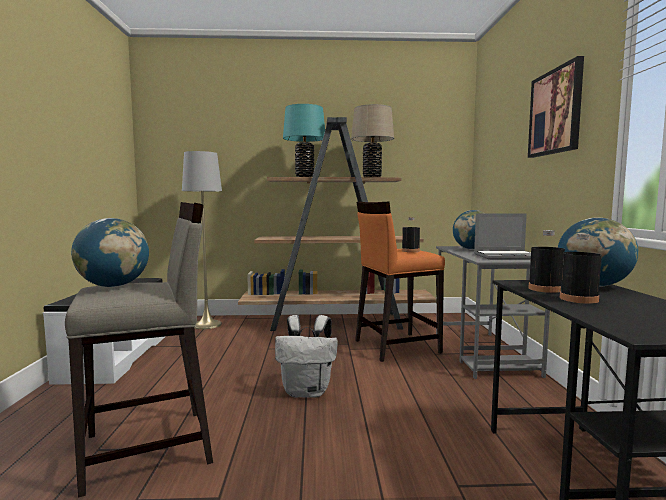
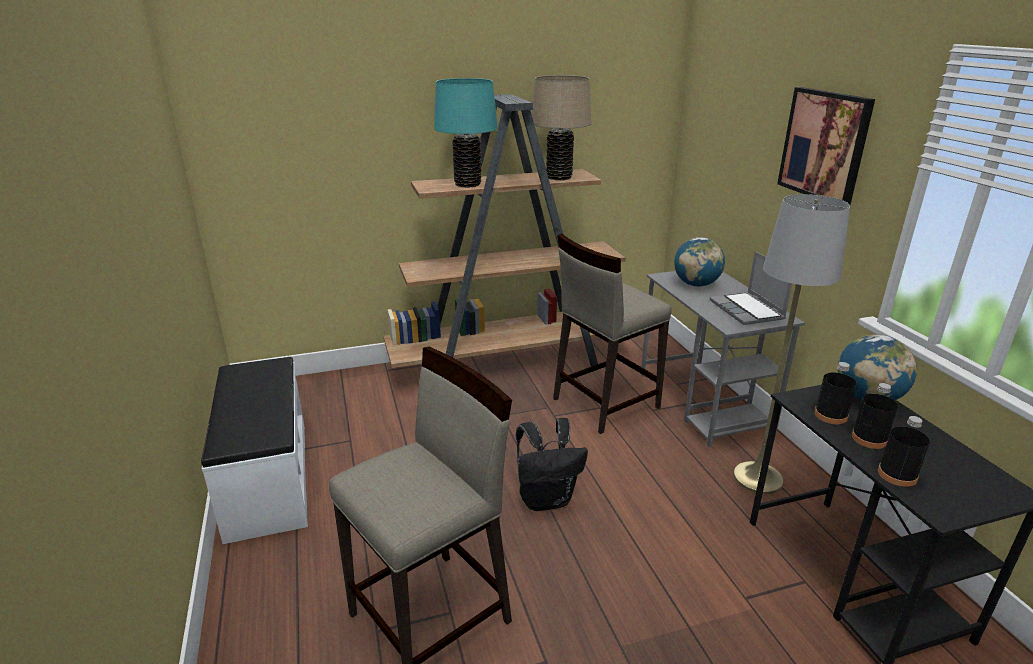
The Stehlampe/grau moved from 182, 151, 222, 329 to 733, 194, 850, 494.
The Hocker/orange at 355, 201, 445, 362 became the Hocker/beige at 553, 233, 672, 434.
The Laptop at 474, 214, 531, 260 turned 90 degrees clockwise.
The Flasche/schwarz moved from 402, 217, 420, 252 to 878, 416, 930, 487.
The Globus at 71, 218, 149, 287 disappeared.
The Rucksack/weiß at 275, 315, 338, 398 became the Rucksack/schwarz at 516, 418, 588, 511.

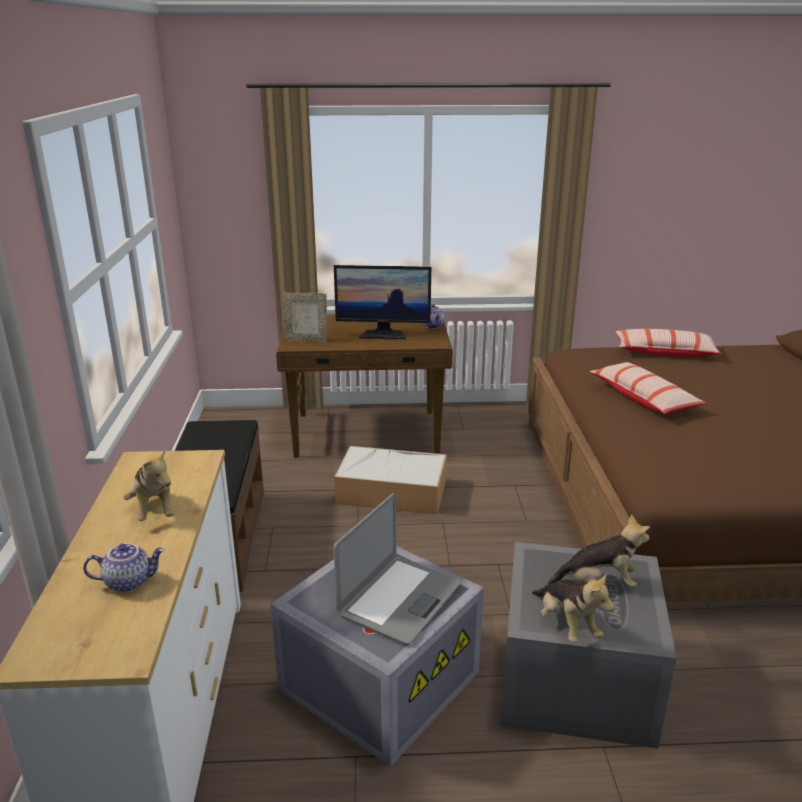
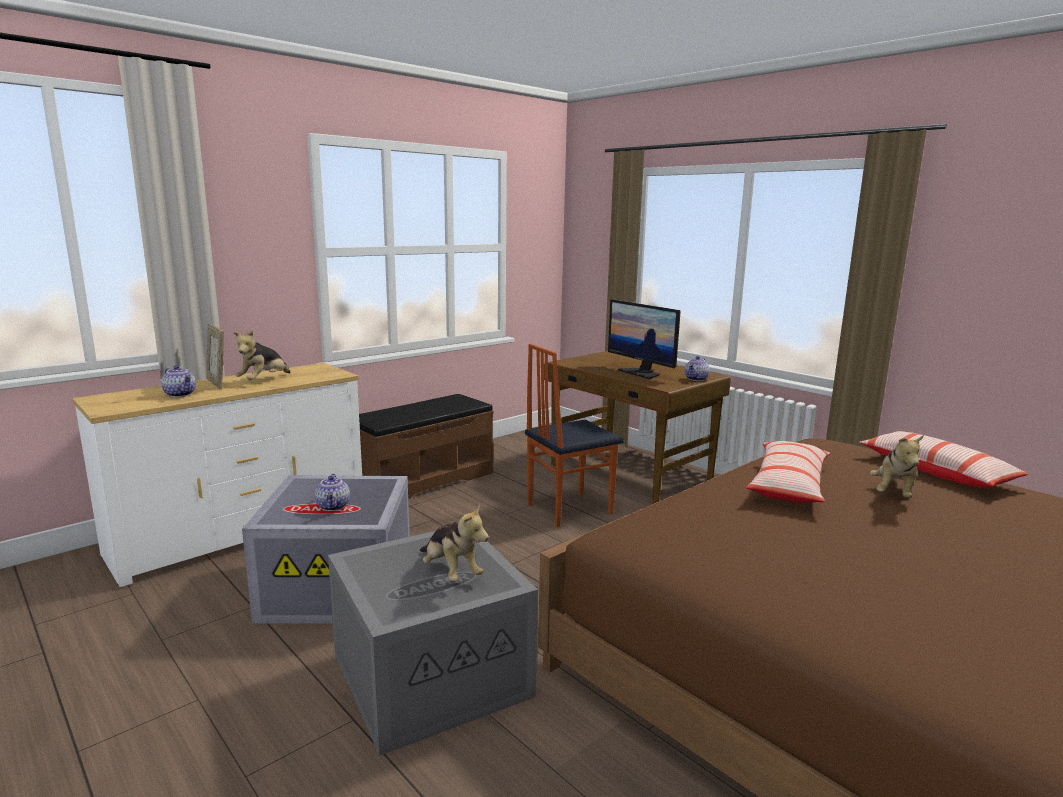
The Bilderrahmen moved from 283, 293, 327, 342 to 206, 324, 224, 389.
The Aufbewahrungsbox at 334, 446, 447, 515 was replaced by the Stuhl at 525, 344, 624, 527.
The Laptop at 333, 493, 461, 645 was replaced by the Teekanne at 315, 474, 350, 511.
The Plüschtier moved from 532, 573, 614, 643 to 870, 435, 924, 498.

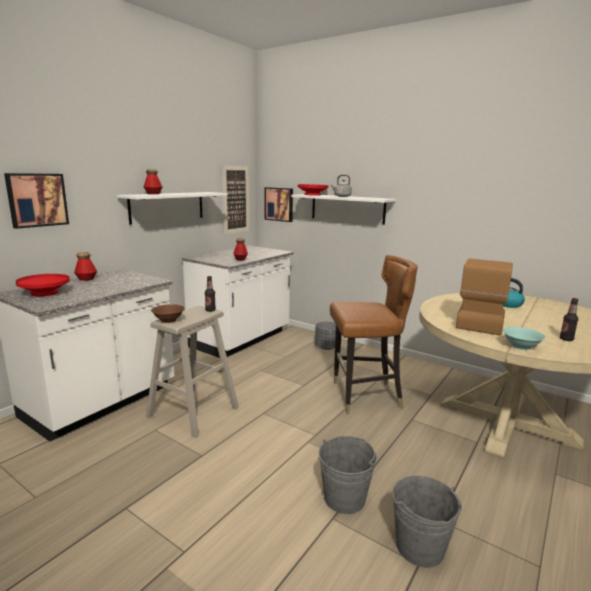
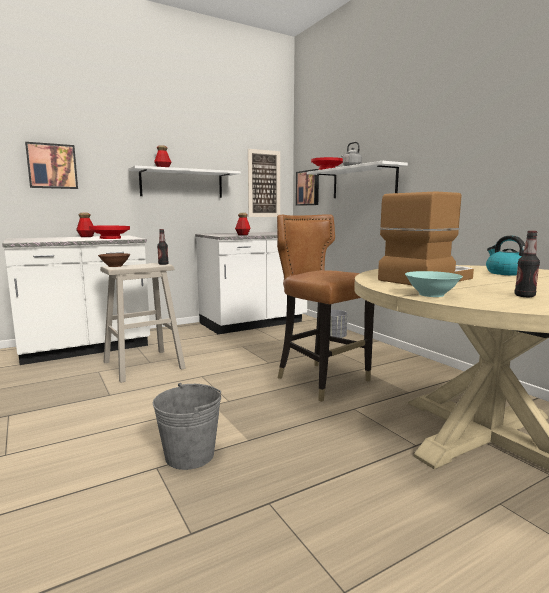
The Stuhl/braun at 330, 255, 418, 414 turned 150 degrees counterclockwise.
The Schüssel/rot moved from 16, 274, 70, 296 to 89, 226, 130, 239.
The Eimer/grau at 392, 475, 462, 568 disappeared.

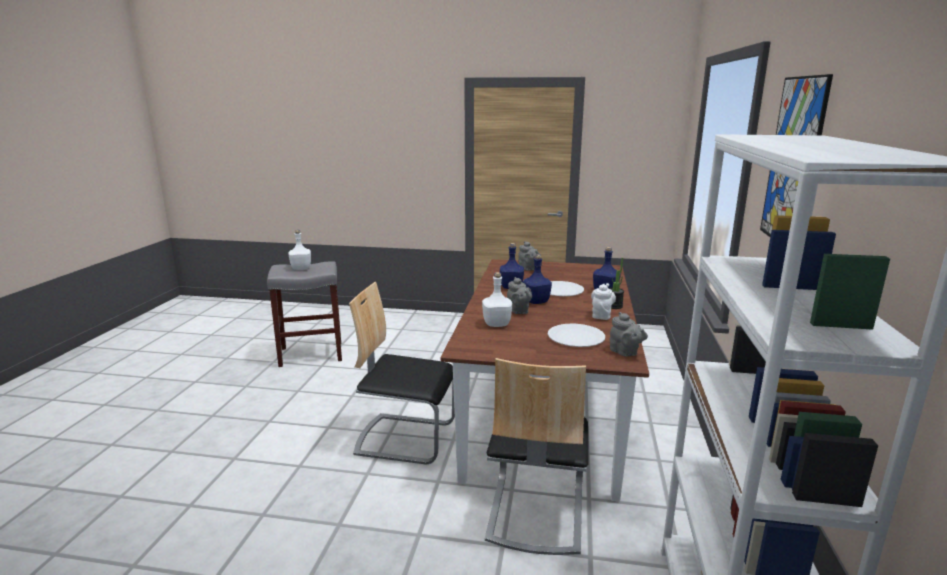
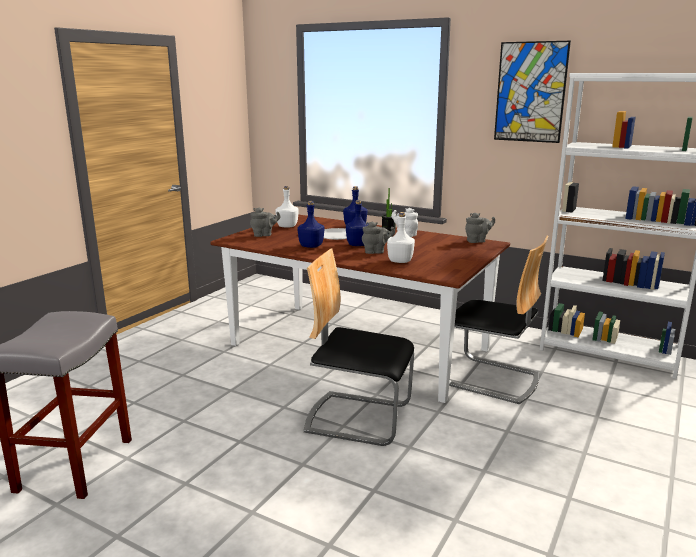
The Flasche/weiß moved from 289, 230, 311, 270 to 276, 186, 299, 227.
The Stuhl at 349, 282, 455, 464 turned 75 degrees clockwise.
The Teller/weiß at 548, 324, 605, 347 disappeared.

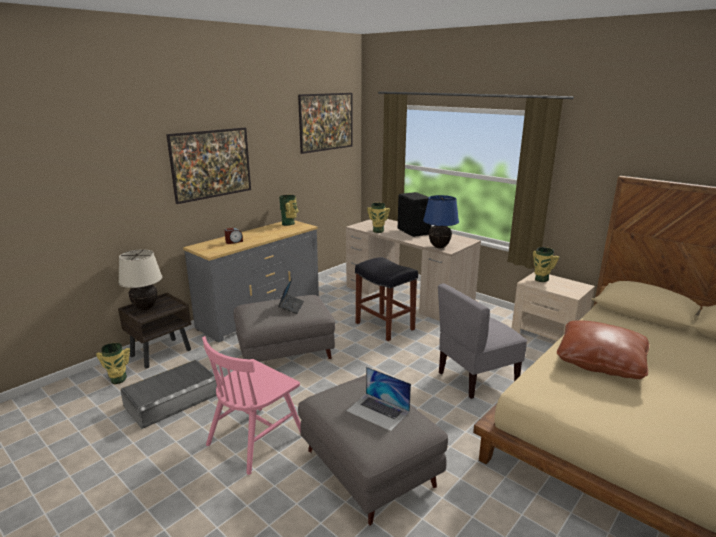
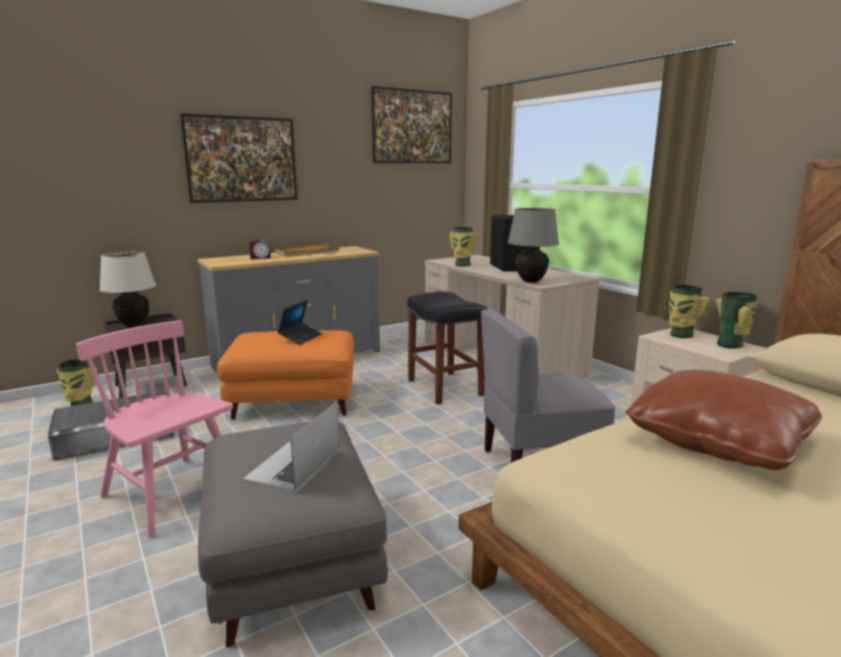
The Vase moved from 279, 195, 299, 226 to 716, 292, 757, 349.
The Tischlampe/blau at 423, 195, 459, 248 became the Tischlampe/grau at 507, 208, 559, 283.
The Polsterhocker/grau at 234, 295, 335, 362 became the Polsterhocker/orange at 217, 330, 354, 420.
The Stuhl/rosa at 202, 336, 301, 475 turned 75 degrees clockwise.
The Laptop at 347, 367, 411, 431 turned 60 degrees clockwise.
The Tablett/beige at 275, 244, 340, 257 appeared.

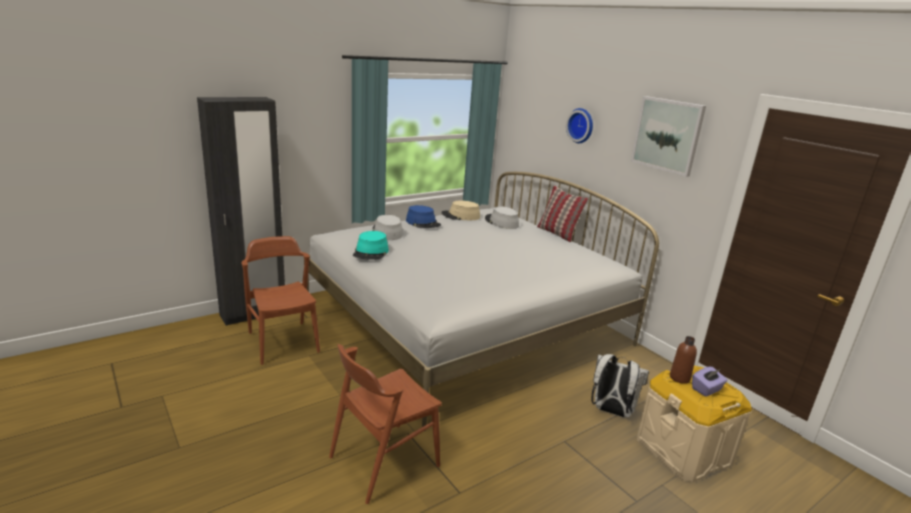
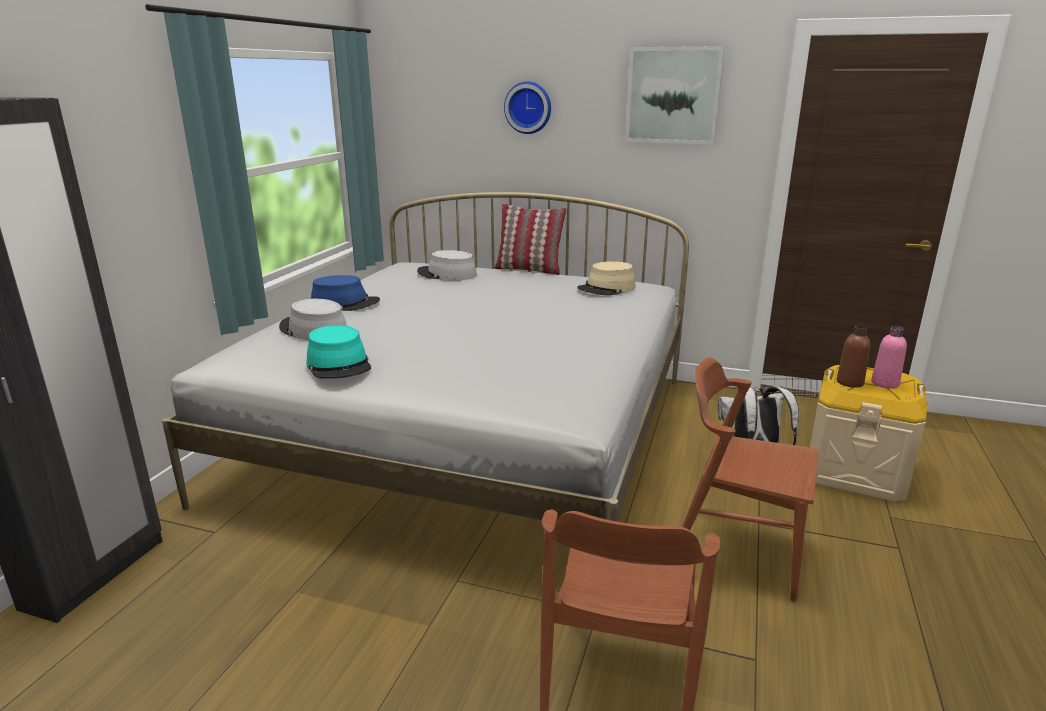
The Hut/beige moved from 441, 201, 480, 220 to 577, 261, 636, 296.
The Stuhl/braun moved from 241, 236, 320, 365 to 682, 357, 819, 602.
The Taschentuchbox/lila at 692, 367, 728, 397 was replaced by the Flasche/rosa at 871, 326, 907, 389.

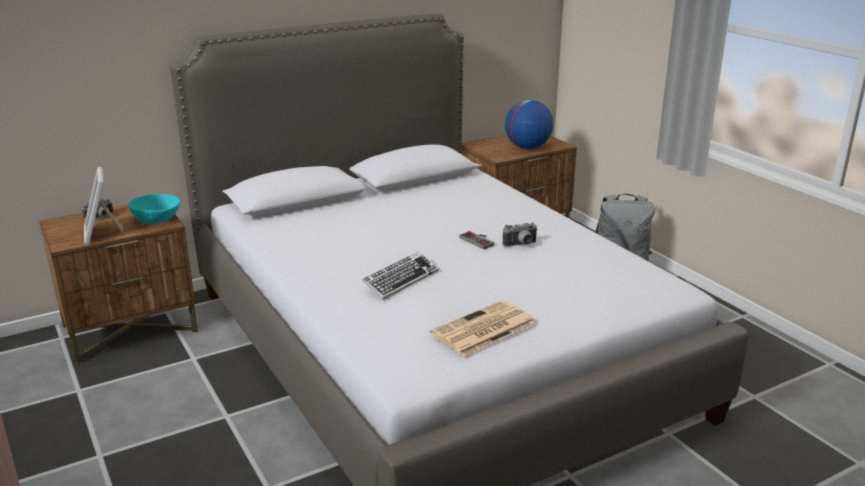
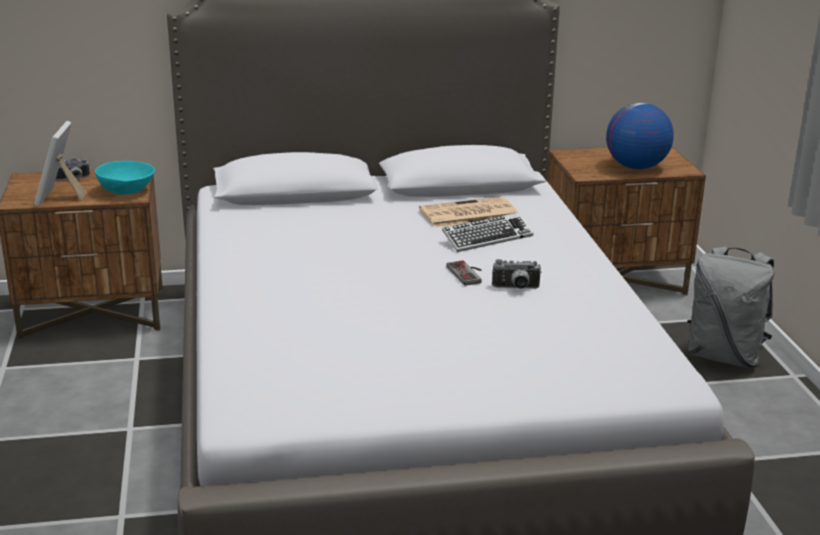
The Tastatur moved from 362, 252, 439, 300 to 442, 213, 533, 252.
The Zeitung moved from 430, 301, 535, 356 to 419, 197, 518, 228.

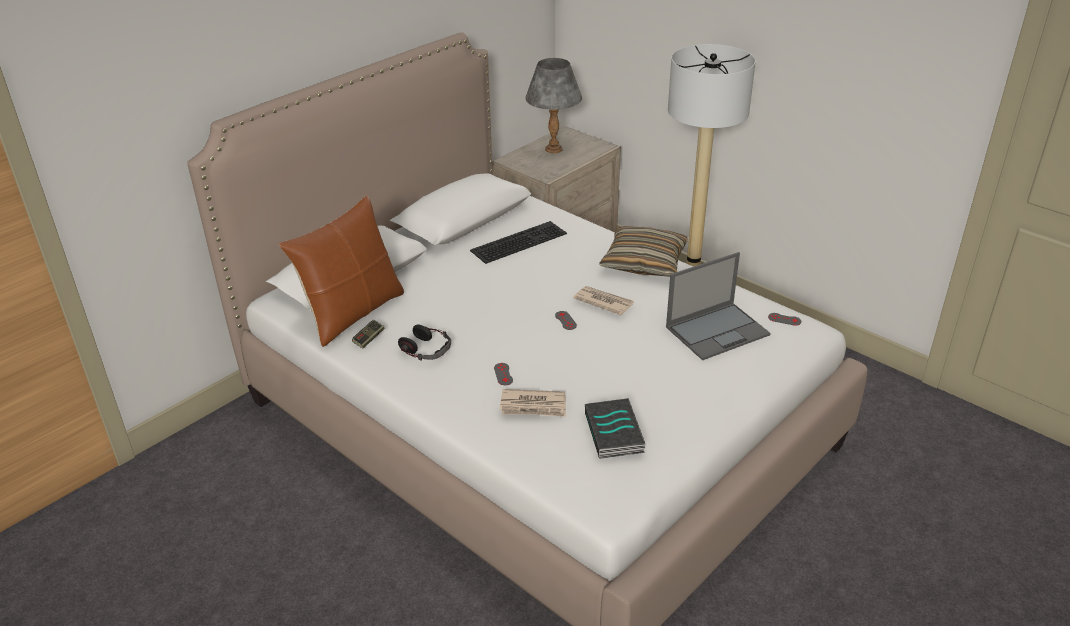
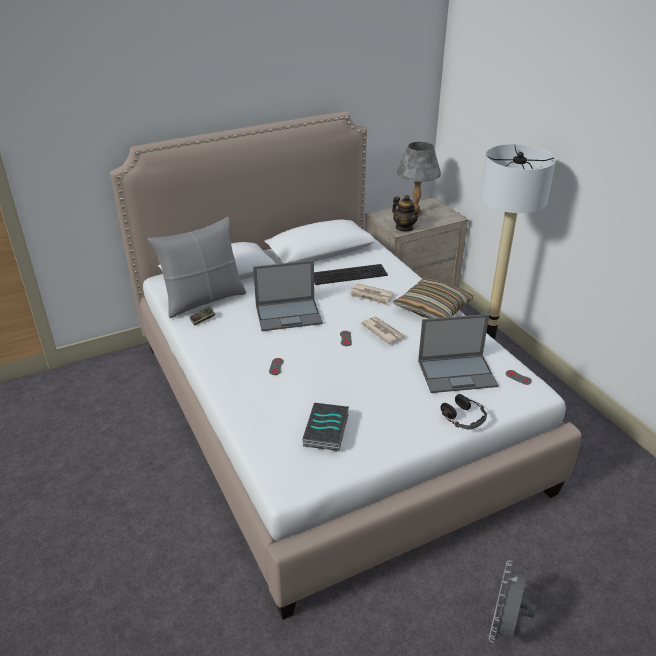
The Kissen/braun at 279, 195, 404, 347 became the Kissen/grau at 148, 217, 246, 318.
The Kopfhörer moved from 398, 325, 451, 361 to 441, 394, 487, 430.
The Zeitung moved from 500, 389, 566, 417 to 350, 283, 394, 305.
The Teekanne at 392, 195, 420, 232 appeared.
The Laptop at 253, 260, 323, 331 appeared.
The Ventilator/grau at 489, 560, 536, 643 appeared.

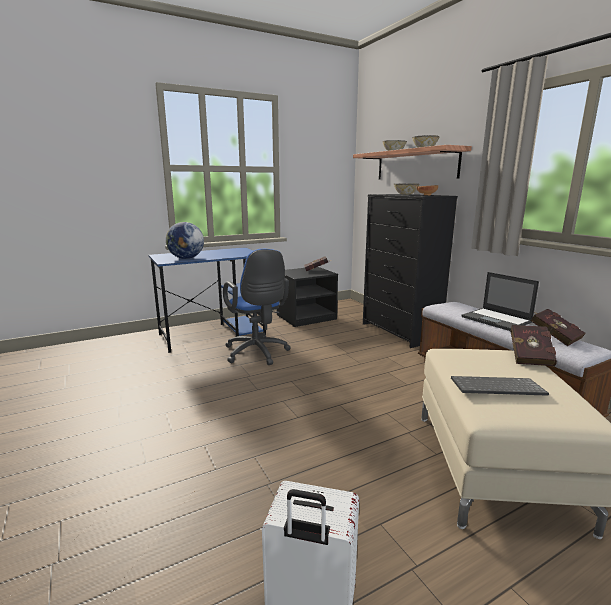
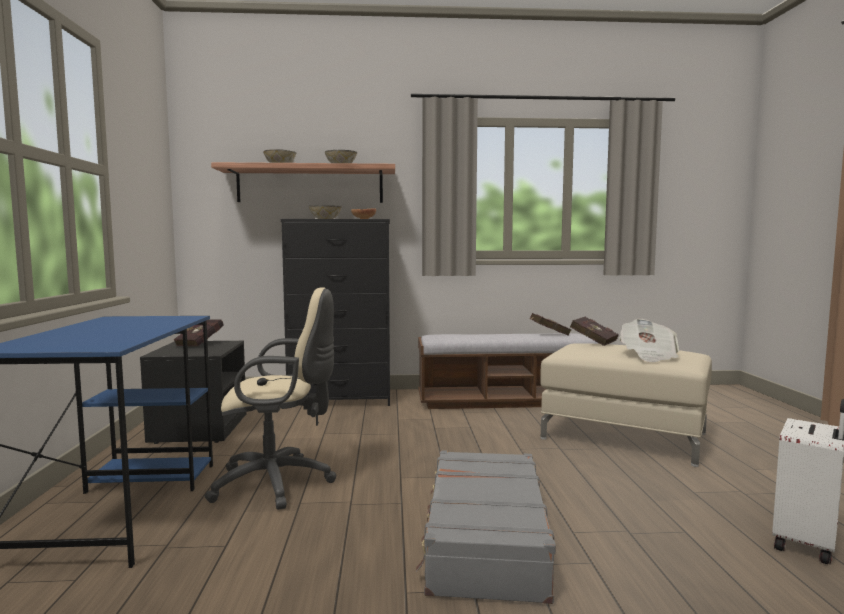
The Globus at 165, 222, 204, 259 disappeared.
The Bürostuhl/blau at 223, 249, 290, 365 became the Bürostuhl/beige at 205, 287, 336, 510.
The Laptop at 461, 272, 539, 331 disappeared.
The Tastatur at 451, 376, 549, 396 was replaced by the Zeitung at 619, 319, 679, 362.
The Koffer/grau at 416, 450, 556, 604 appeared.

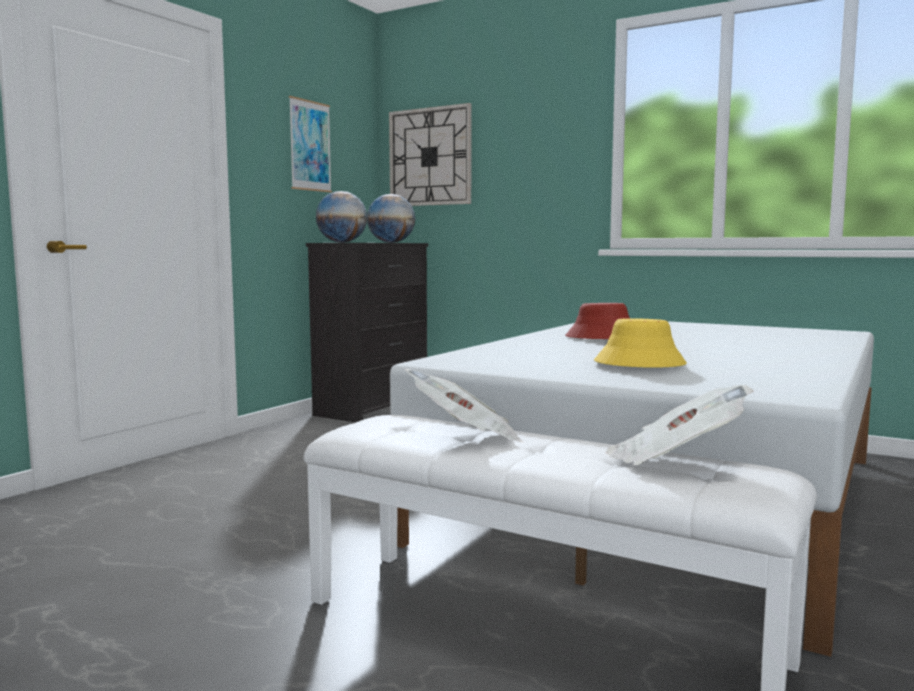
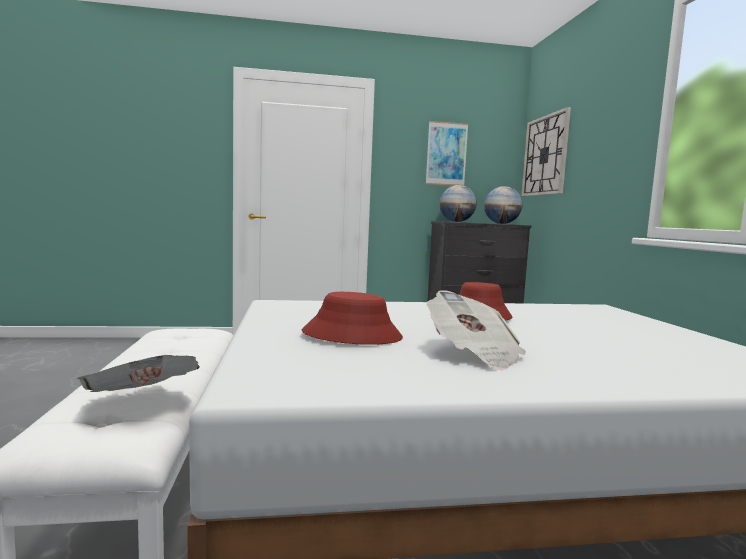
The Hut/gelb at 594, 318, 687, 368 became the Hut/rot at 302, 292, 403, 345.
The Zeitung moved from 405, 369, 523, 442 to 427, 290, 526, 370.

